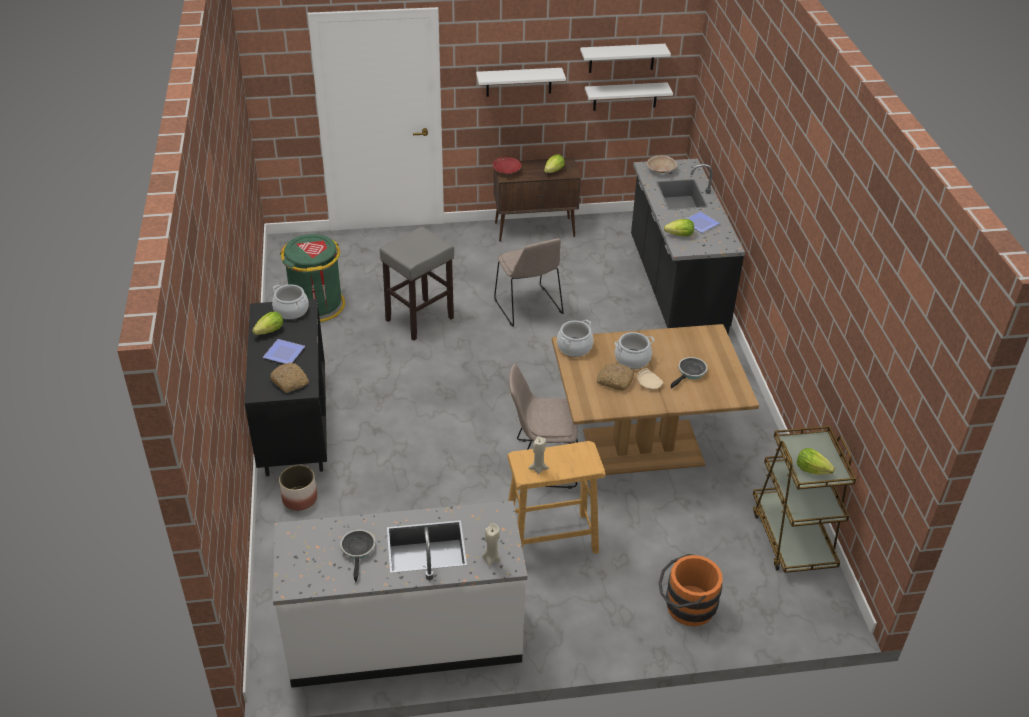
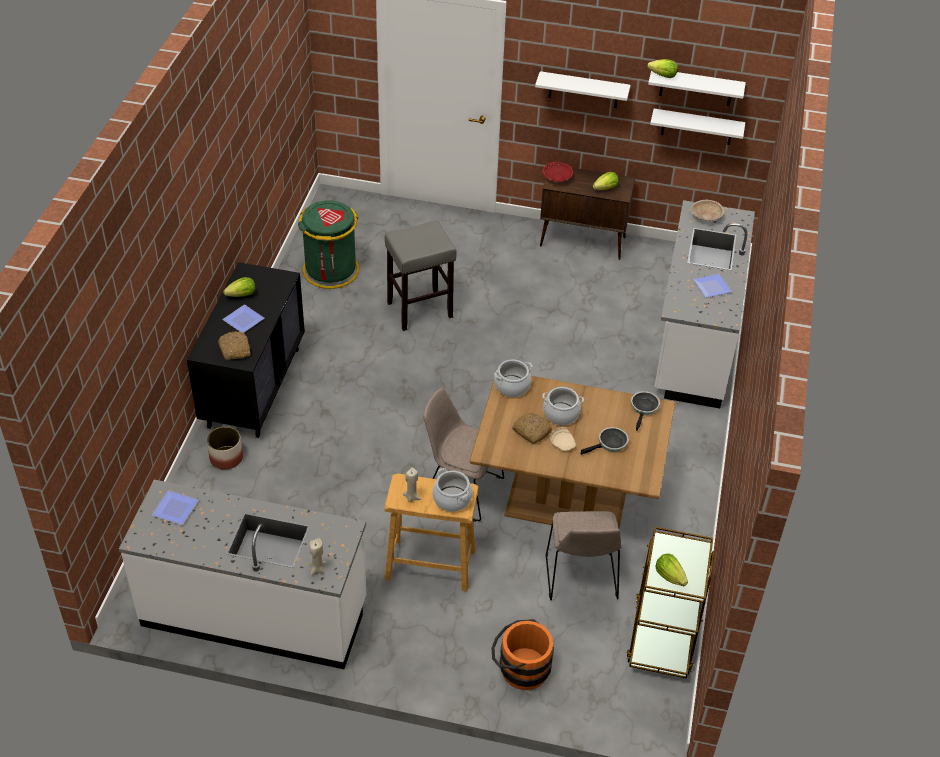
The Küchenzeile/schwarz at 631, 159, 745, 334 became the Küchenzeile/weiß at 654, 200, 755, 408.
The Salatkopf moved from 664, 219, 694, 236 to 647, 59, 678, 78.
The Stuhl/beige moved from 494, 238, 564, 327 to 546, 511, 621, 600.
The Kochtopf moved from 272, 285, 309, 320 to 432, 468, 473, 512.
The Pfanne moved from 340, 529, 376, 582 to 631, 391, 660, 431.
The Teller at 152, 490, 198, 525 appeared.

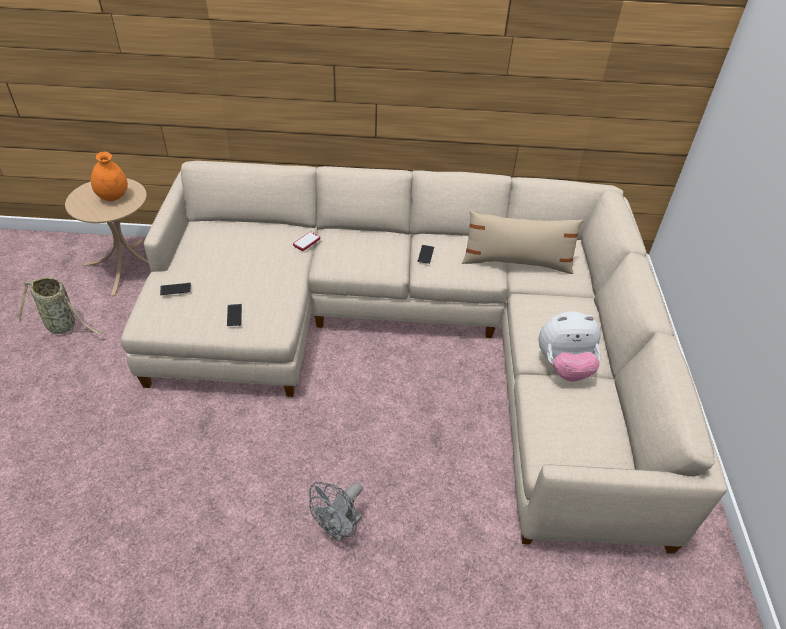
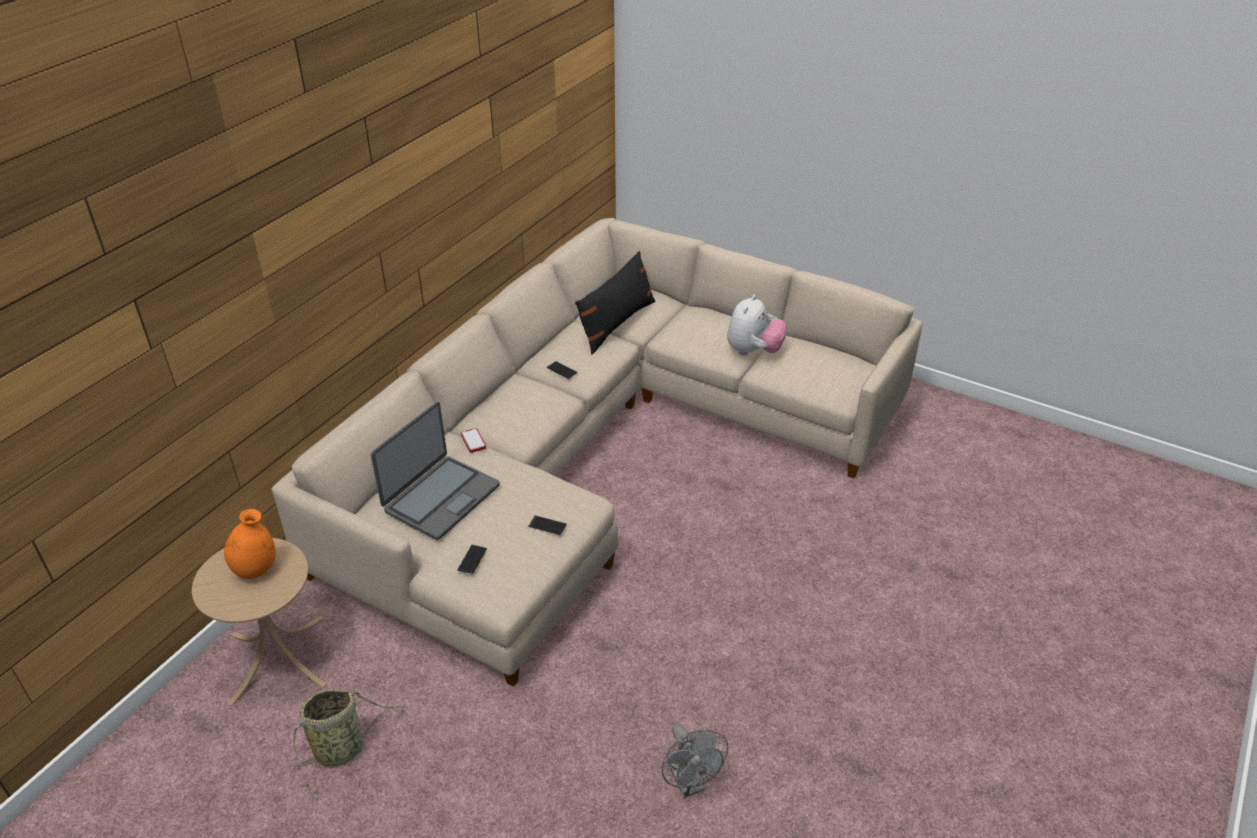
The Kissen/beige at 462, 211, 583, 274 became the Kissen/schwarz at 575, 251, 656, 355.
The Ventilator/grau moved from 309, 481, 363, 542 to 662, 723, 728, 798.
The Laptop at 371, 402, 500, 540 appeared.

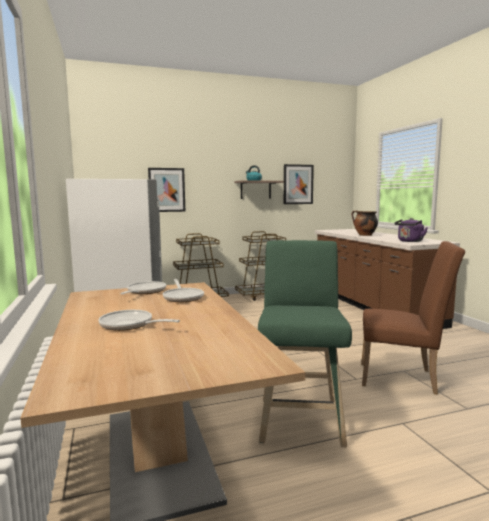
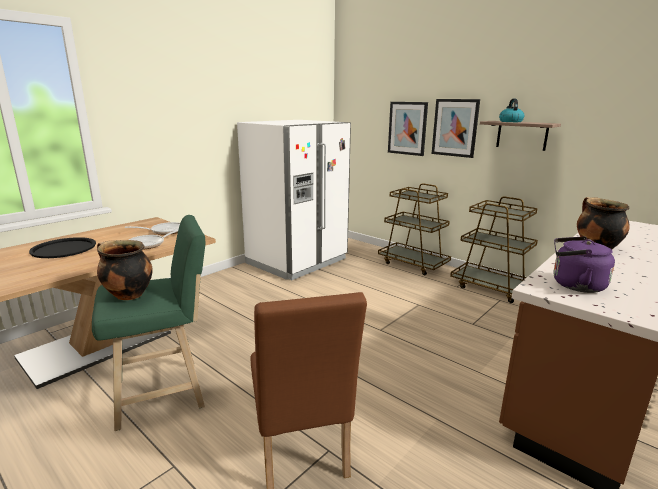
The Bild moved from 284, 164, 314, 204 to 432, 99, 480, 158.
The Pfanne at 98, 310, 180, 331 was replaced by the Tablett/schwarz at 29, 237, 96, 258.
The Kochtopf at 97, 240, 153, 300 appeared.

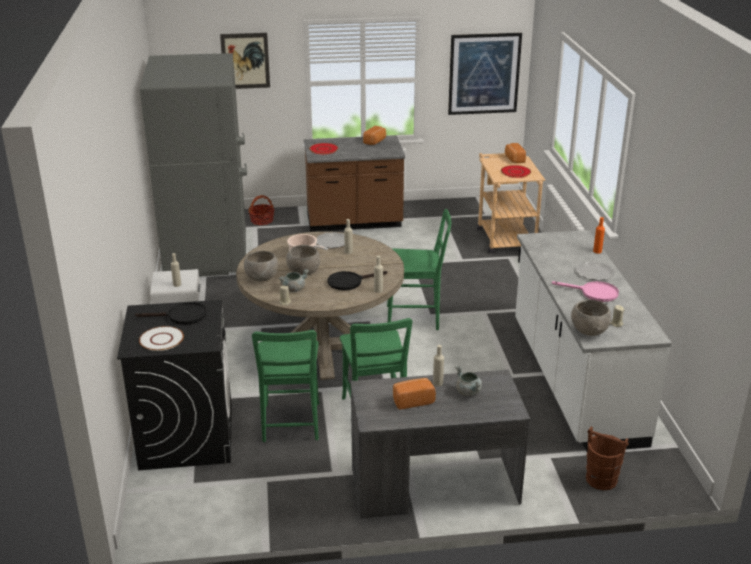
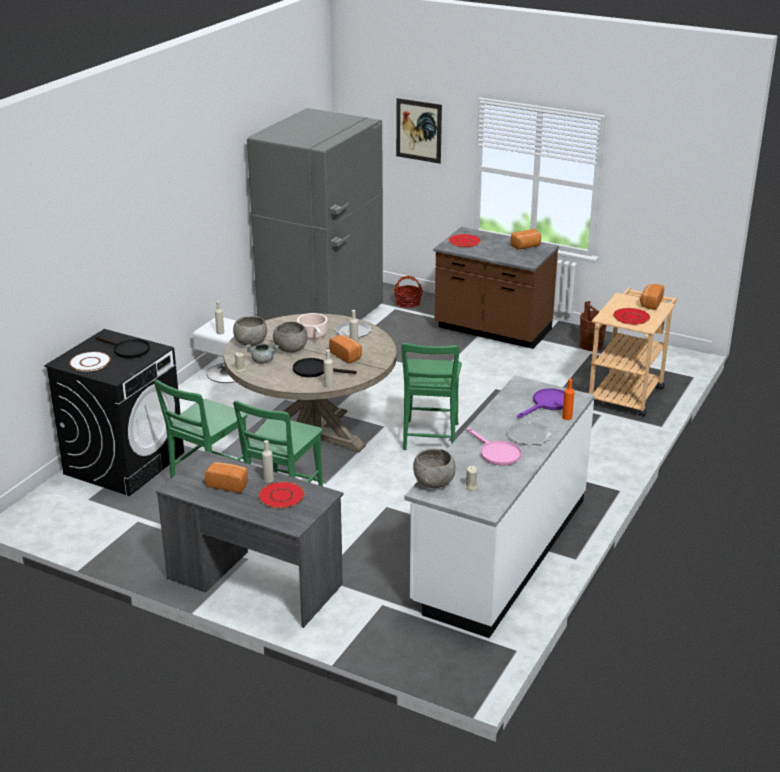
The Bild at 448, 33, 522, 115 disappeared.
The Stuhl/grün at 387, 209, 451, 330 turned 60 degrees clockwise.
The Kochtopf/grau at 455, 366, 482, 396 was replaced by the Teller/rot at 258, 482, 305, 508.
The Eimer/braun moved from 586, 427, 629, 490 to 580, 301, 607, 351.
The Brot at 329, 335, 362, 363 appeared.
The Pfanne/lila at 517, 388, 564, 418 appeared.

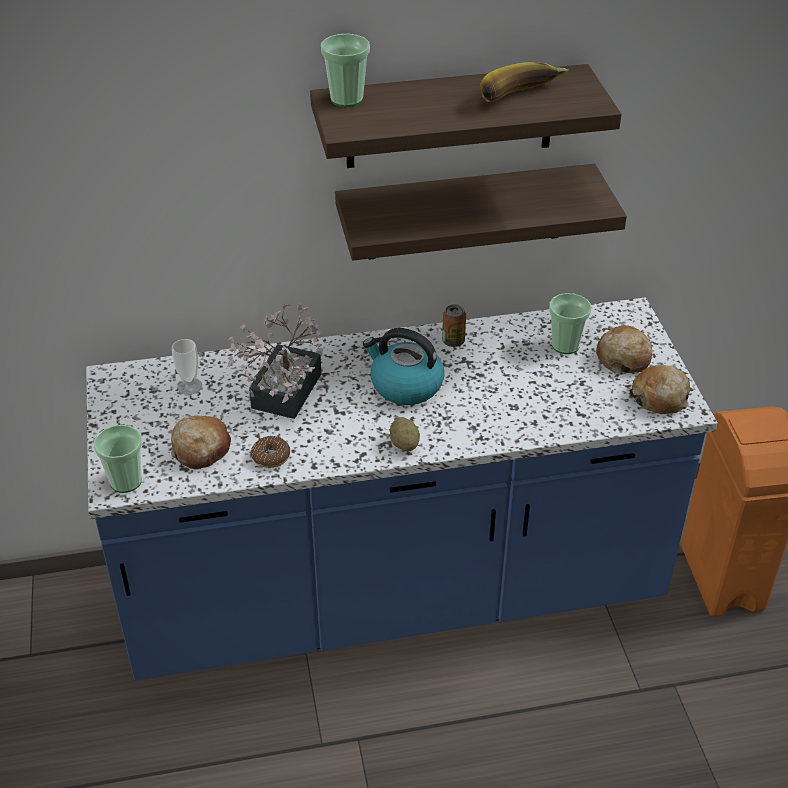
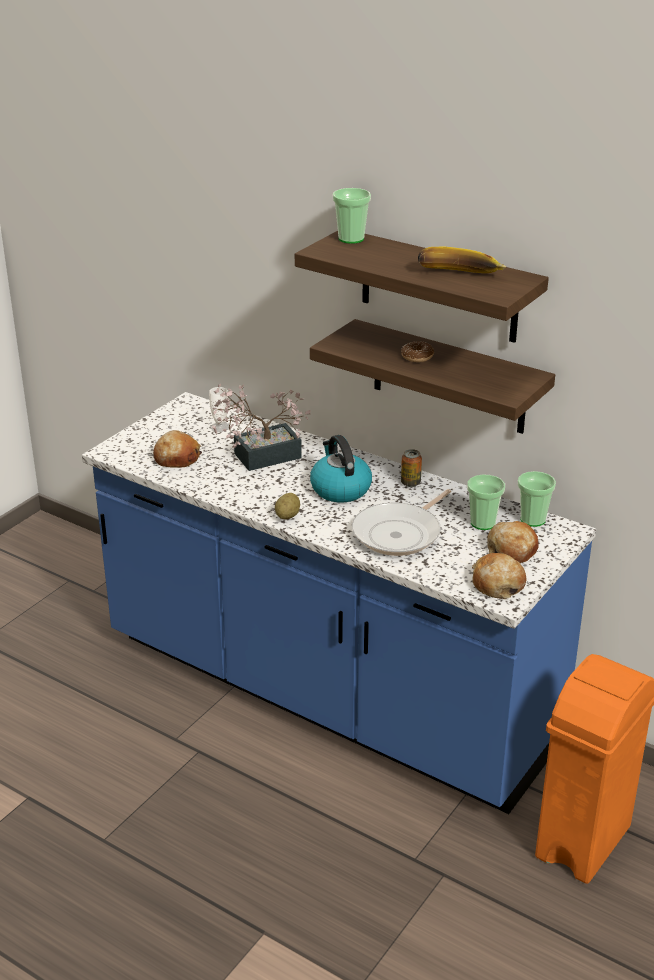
The Tasse moved from 94, 425, 142, 493 to 518, 471, 556, 527.
The Donut moved from 251, 436, 290, 468 to 401, 341, 434, 362.
The Pfanne at 352, 489, 451, 556 appeared.

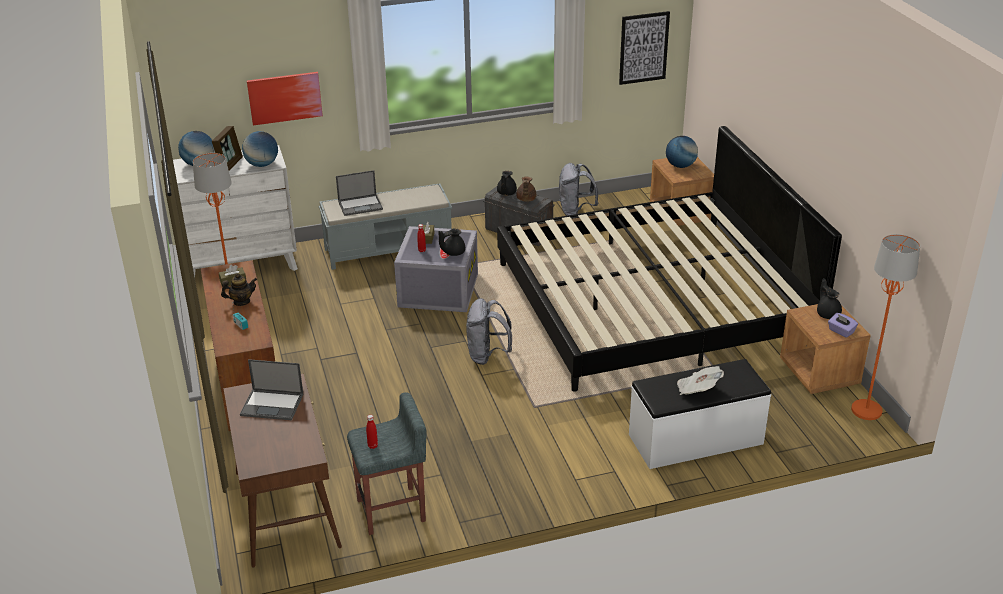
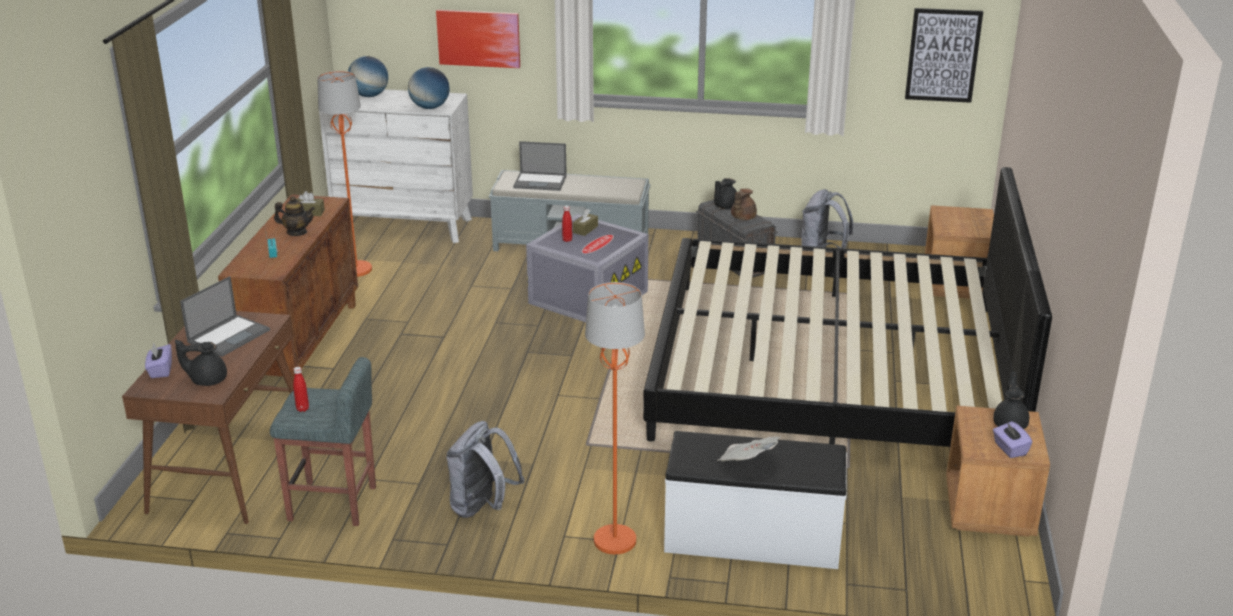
The Bilderrahmen at 212, 126, 243, 171 disappeared.
The Globus at 666, 136, 698, 168 disappeared.
The Teekanne/schwarz moved from 439, 228, 465, 256 to 175, 339, 227, 386.
The Stehlampe/orange moved from 851, 234, 920, 420 to 585, 282, 645, 554.
The Rucksack/grau moved from 466, 298, 512, 365 to 446, 421, 525, 518.
The Laptop at 240, 359, 304, 420 turned 90 degrees counterclockwise.
The Taschentuchbox/lila at 145, 343, 172, 378 appeared.

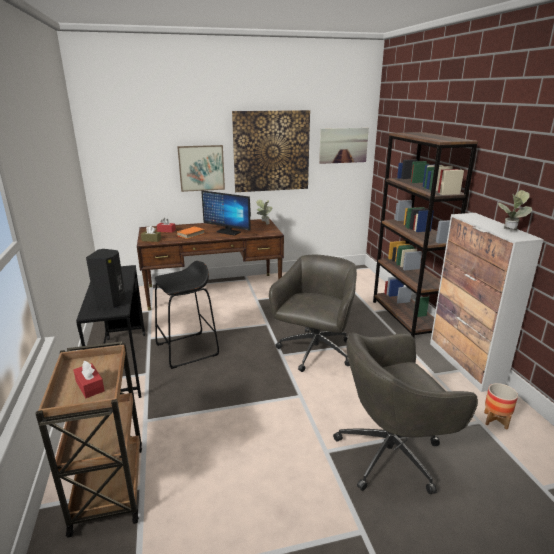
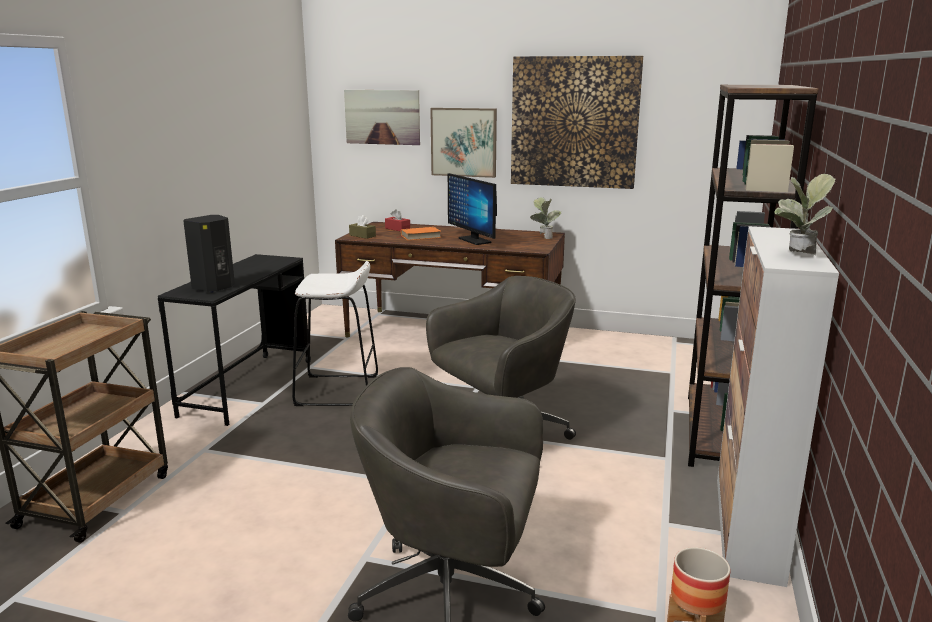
The Bild moved from 319, 128, 369, 164 to 344, 90, 420, 145.
The Hocker/schwarz at 155, 261, 219, 369 became the Hocker/weiß at 292, 261, 378, 406.
The Taschentuchbox/rot at 73, 361, 105, 398 disappeared.

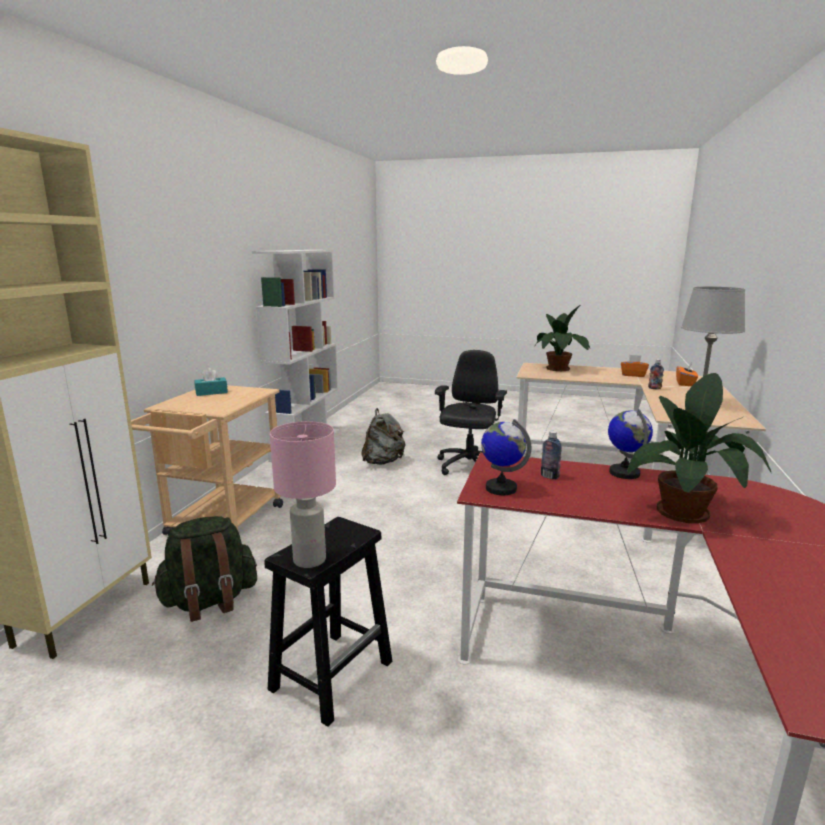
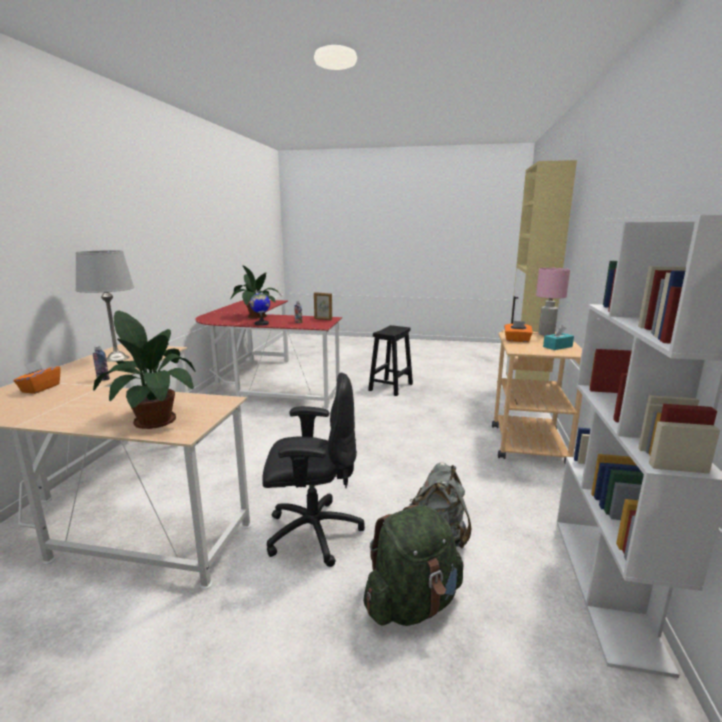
The Bürostuhl/schwarz at 435, 350, 507, 475 turned 105 degrees counterclockwise.
The Taschentuchbox/orange moved from 621, 355, 649, 377 to 504, 321, 533, 342.
The Globus at 481, 419, 531, 495 was replaced by the Bilderrahmen at 314, 292, 332, 320.
The Tischlampe/rosa moved from 270, 421, 336, 568 to 536, 268, 570, 336.
The Rucksack/grün moved from 152, 516, 257, 622 to 363, 505, 463, 626.

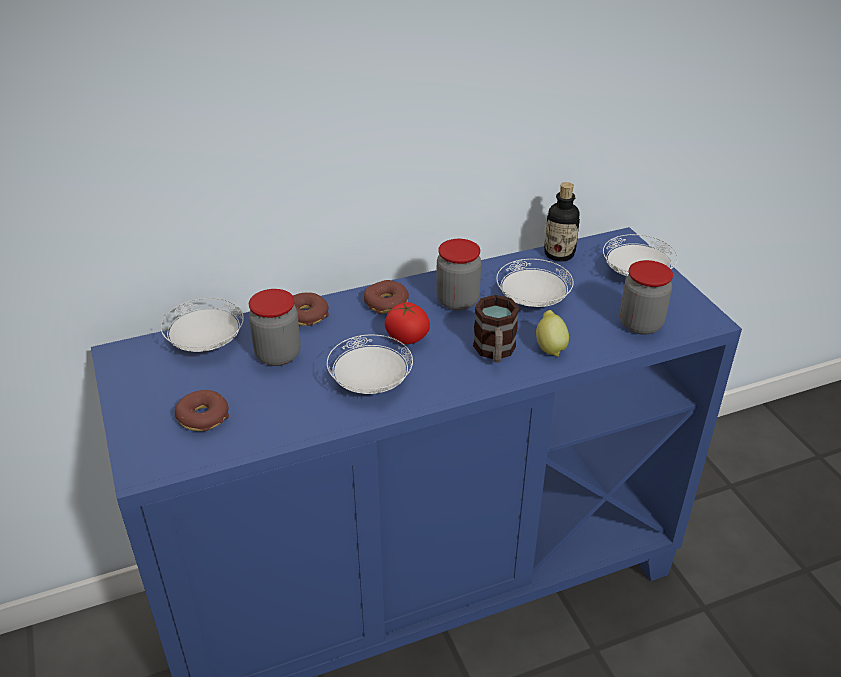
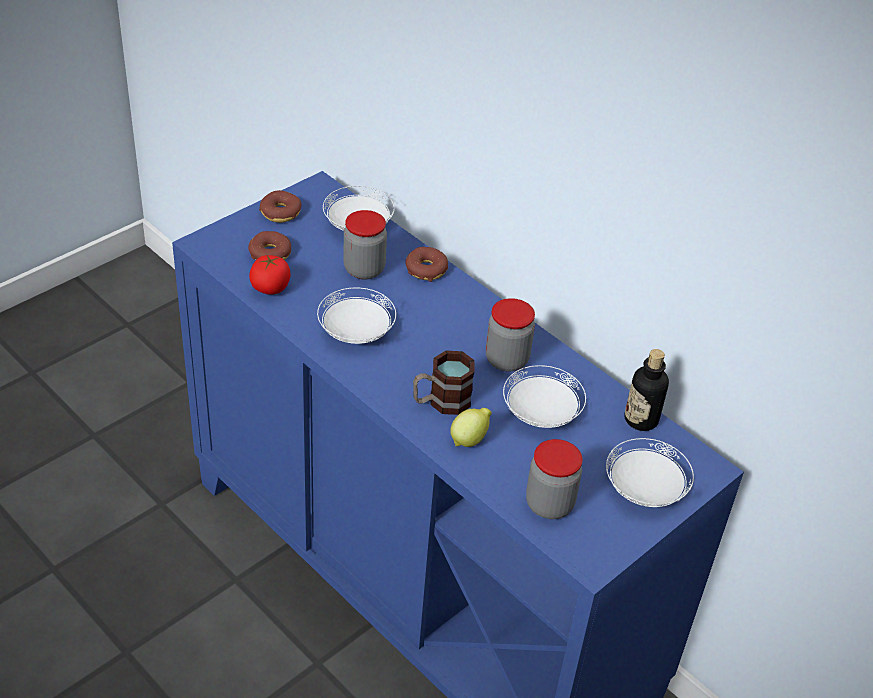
The Donut moved from 364, 280, 409, 314 to 259, 190, 301, 223.
The Tomate moved from 385, 301, 430, 344 to 249, 254, 291, 295.

